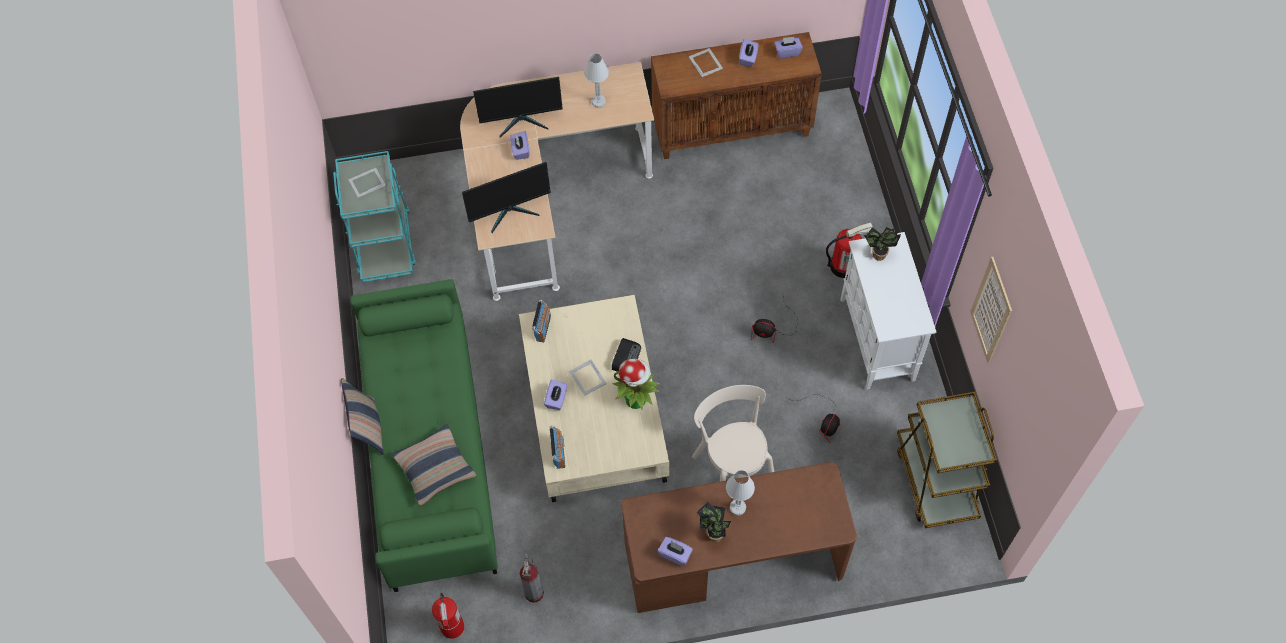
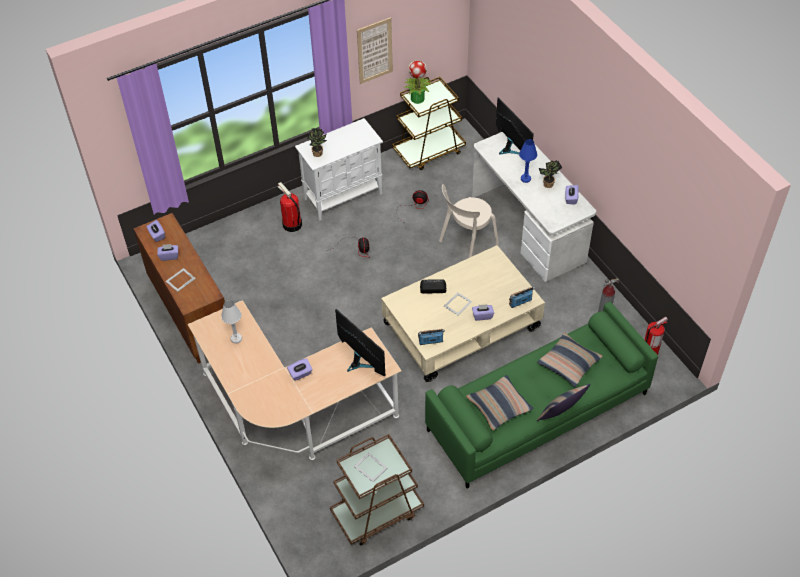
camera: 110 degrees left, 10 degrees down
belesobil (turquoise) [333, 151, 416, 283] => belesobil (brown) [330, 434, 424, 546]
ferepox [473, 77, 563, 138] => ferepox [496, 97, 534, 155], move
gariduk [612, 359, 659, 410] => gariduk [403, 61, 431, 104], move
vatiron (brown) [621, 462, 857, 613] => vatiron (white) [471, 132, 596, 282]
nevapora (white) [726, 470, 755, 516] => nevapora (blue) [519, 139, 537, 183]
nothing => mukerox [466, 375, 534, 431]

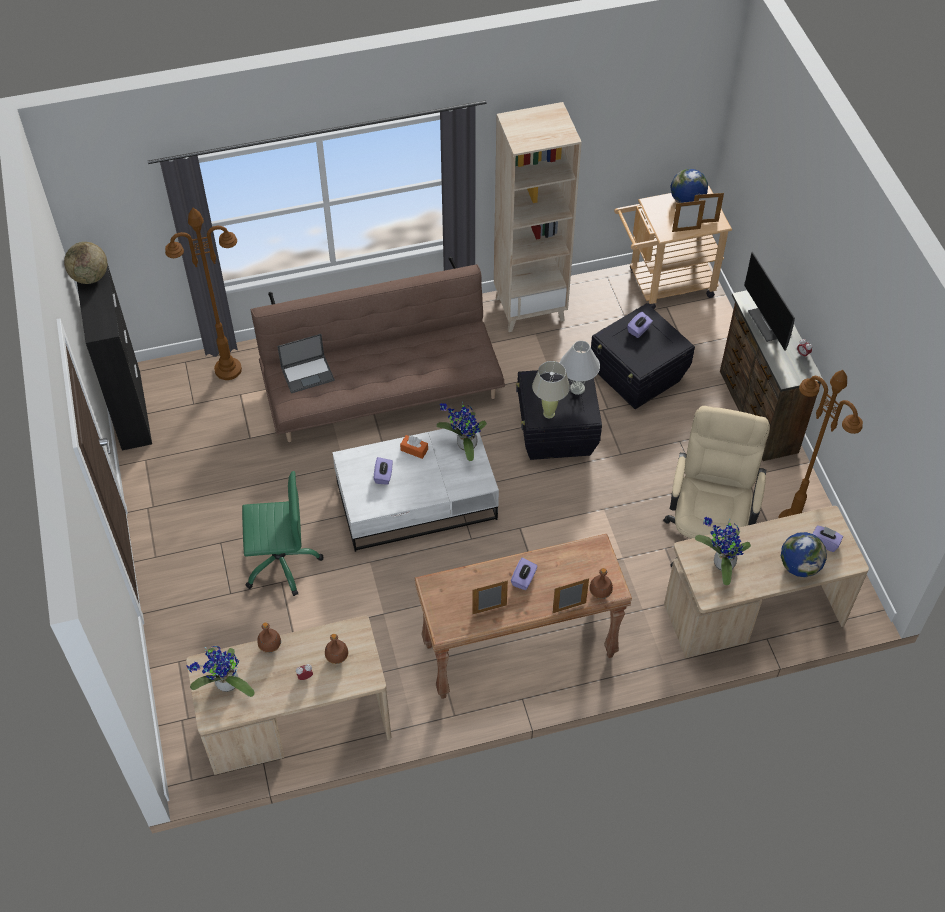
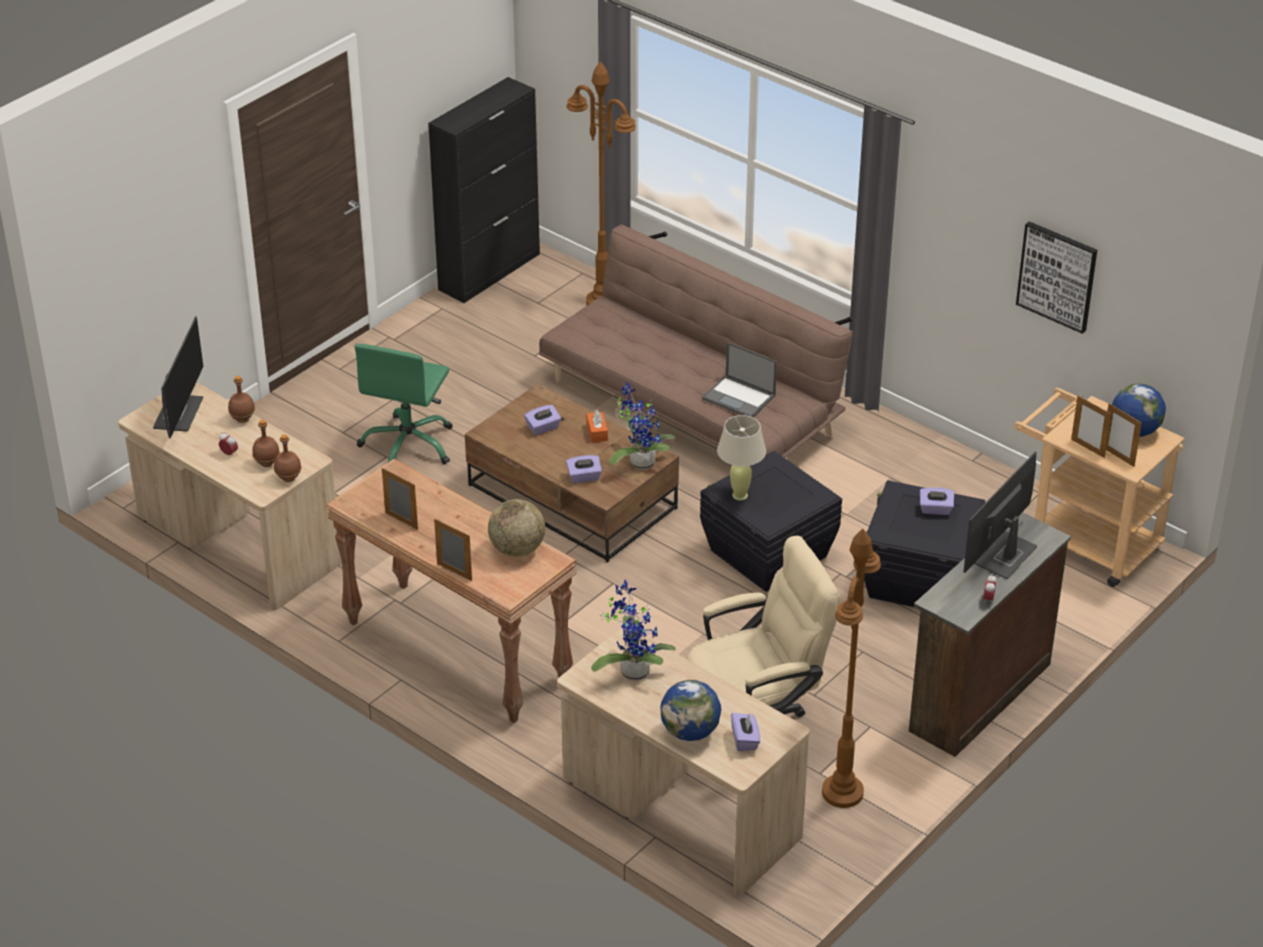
camera: 55 degrees right, 15 degrees down
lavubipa [64, 242, 107, 284] => lavubipa [488, 499, 545, 557], move
gariduk [187, 646, 255, 697] => ferepox [153, 316, 204, 439]
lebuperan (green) [242, 471, 324, 596] => lebuperan (green) [355, 344, 453, 465], 60 degrees clockwise
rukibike [277, 334, 335, 393] => rukibike [702, 342, 777, 417], move
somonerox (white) [332, 423, 499, 552] => somonerox (brown) [465, 384, 679, 563]
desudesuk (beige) [494, 102, 582, 332] => nothing
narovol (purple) [511, 558, 537, 590] => narovol (purple) [566, 455, 602, 483], move
nevapora (white) [560, 341, 600, 395] => nothing
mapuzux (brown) [589, 568, 613, 599] => mapuzux (brown) [274, 434, 301, 482], move
nothing => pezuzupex [1016, 221, 1097, 334]

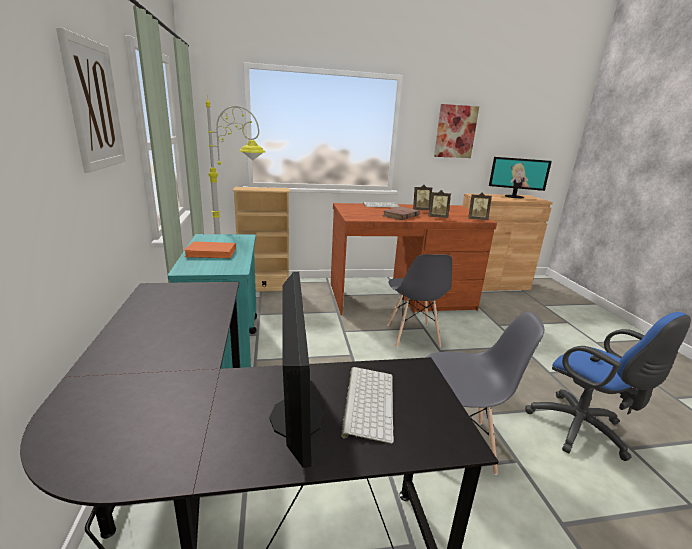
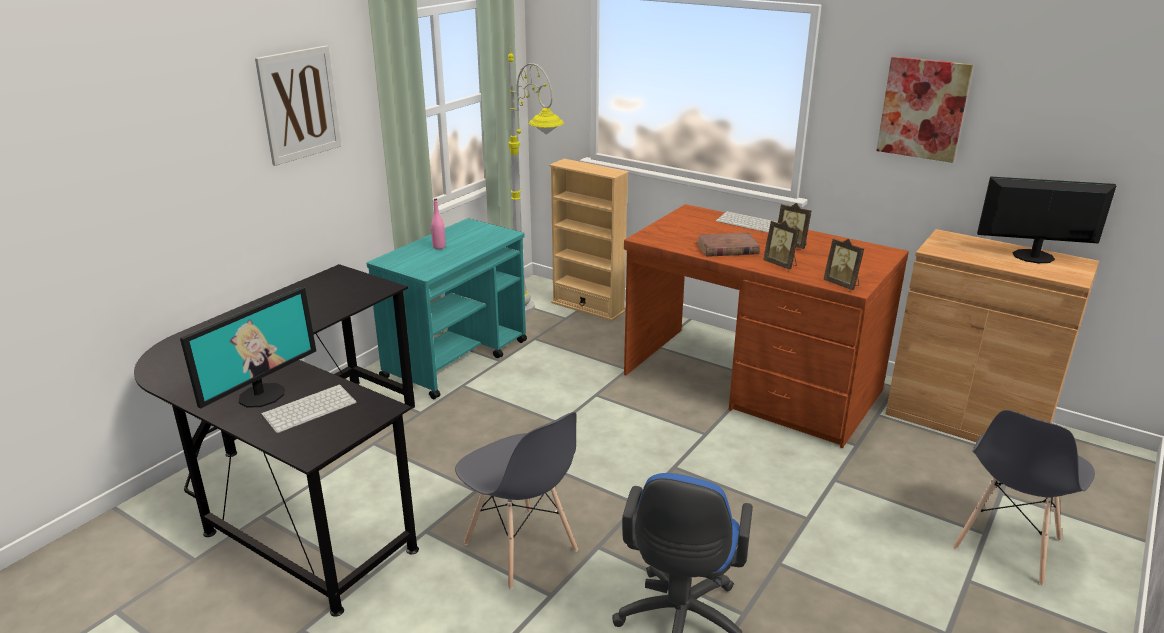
camera: 45 degrees right, 5 degrees up
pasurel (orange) [184, 241, 236, 258] => mapuzux (pink) [431, 199, 446, 249]
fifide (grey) [387, 254, 452, 348] => fifide (grey) [953, 410, 1095, 586], move
ferepox [489, 157, 552, 198] => ferepox [977, 177, 1117, 263], 135 degrees clockwise

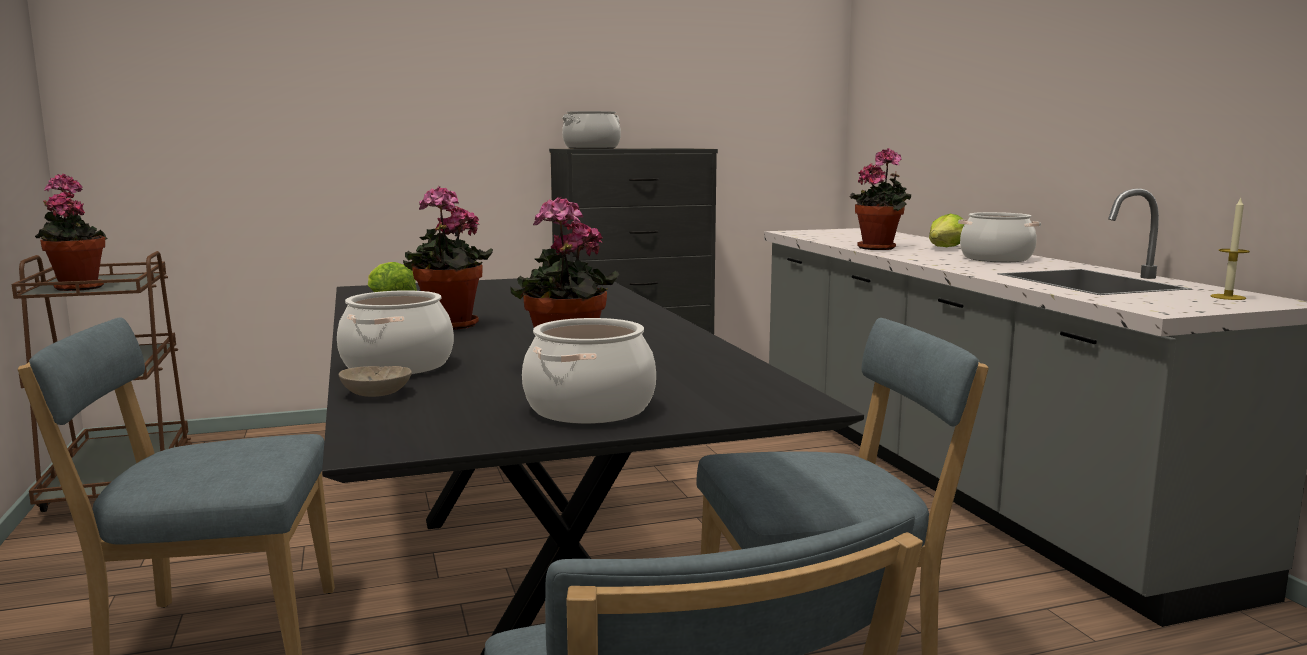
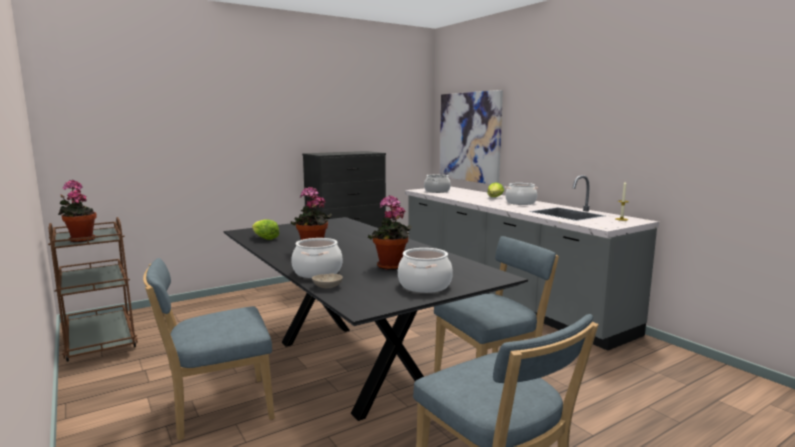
camera: 15 degrees left, 0 degrees up
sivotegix [562, 111, 621, 149] => sivotegix [424, 174, 451, 193], move
gariduk [850, 148, 911, 250] => nothing
nothing => pezuzupex [440, 90, 503, 184]

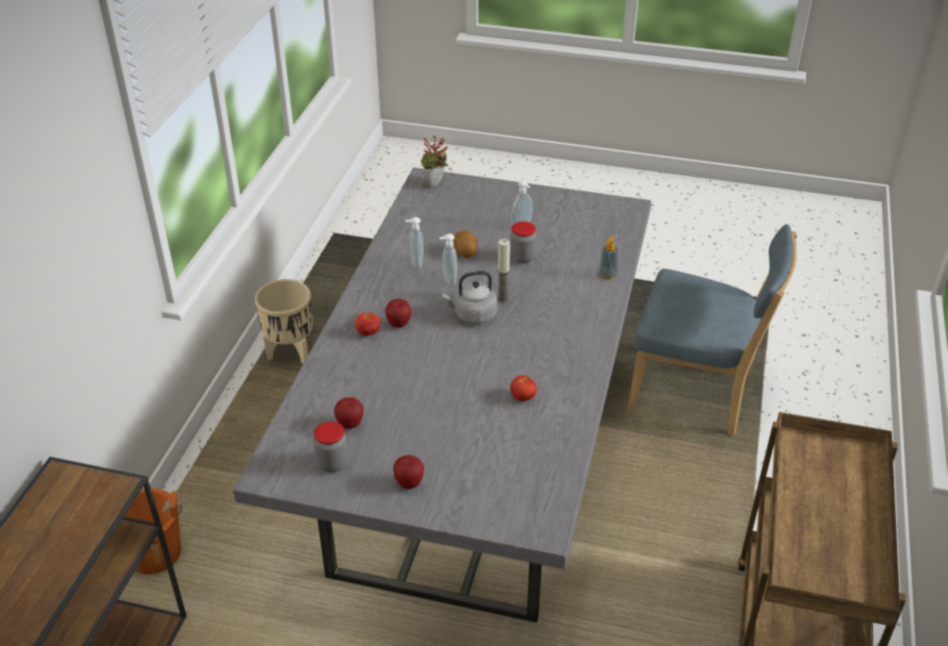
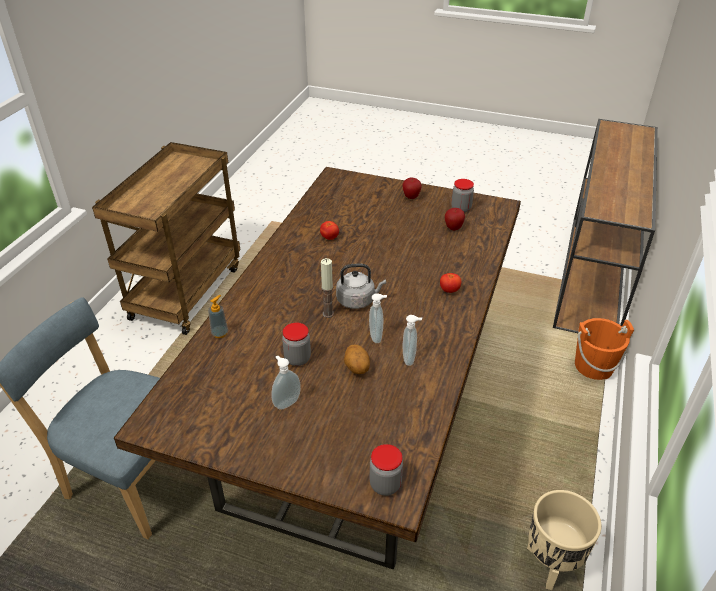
camera: 175 degrees left, 0 degrees up
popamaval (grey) [233, 168, 651, 623] => popamaval (brown) [114, 167, 521, 569]
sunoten [385, 299, 411, 328] => nothing
gariduk [421, 136, 448, 188] => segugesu [370, 444, 403, 496]

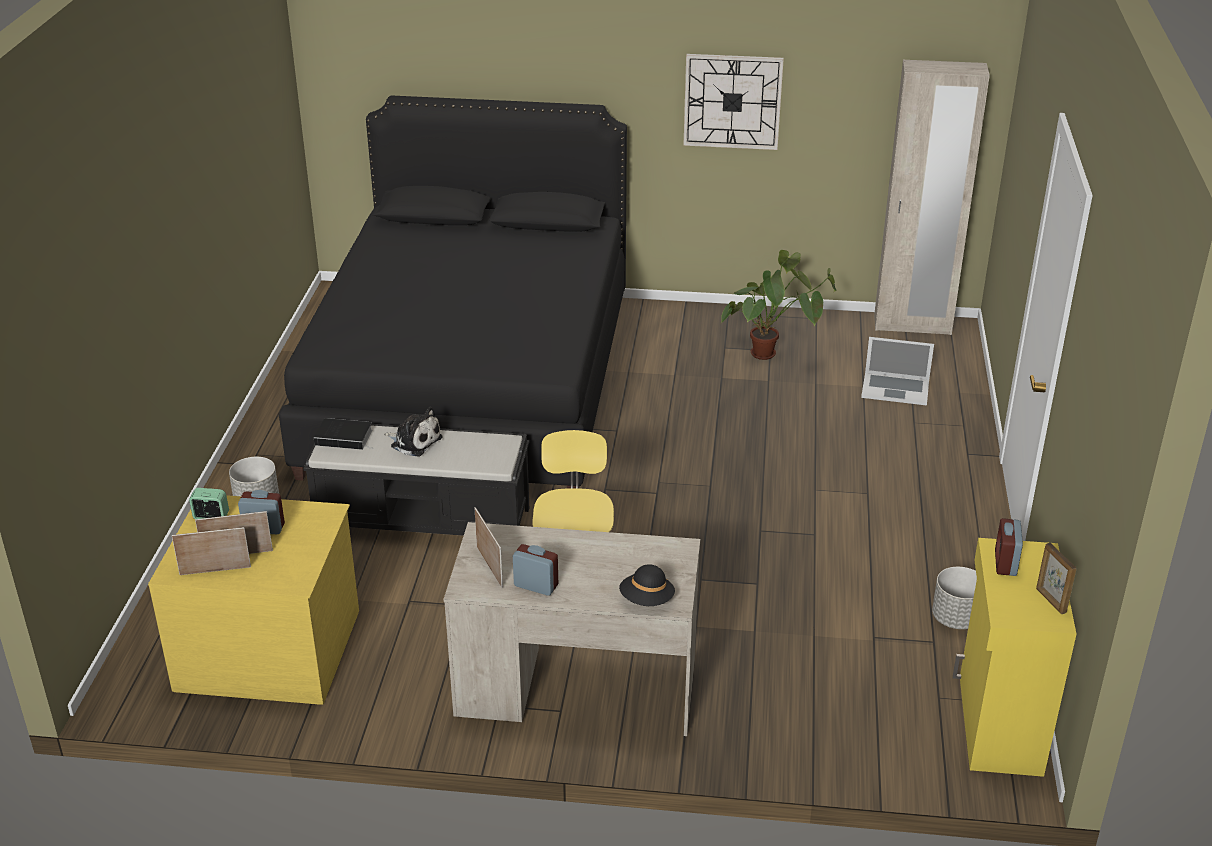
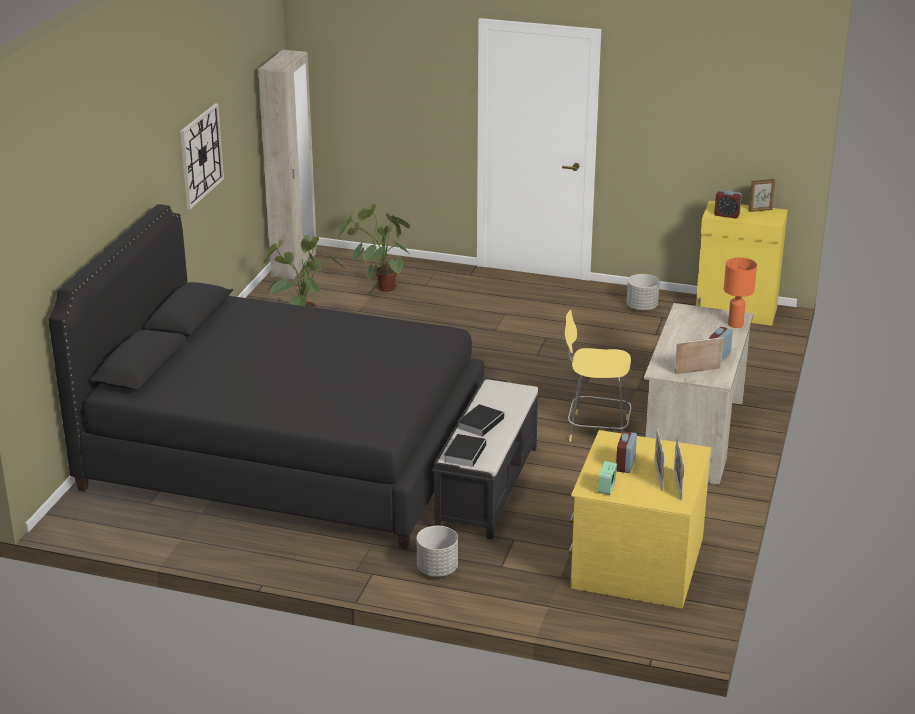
camera: 80 degrees left, 5 degrees down
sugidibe [384, 406, 443, 456] => pasurel [457, 404, 504, 437]
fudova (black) [619, 564, 675, 606] => nevapora (orange) [724, 257, 757, 328]
rukibike [861, 337, 934, 406] => gariduk [338, 204, 411, 292]

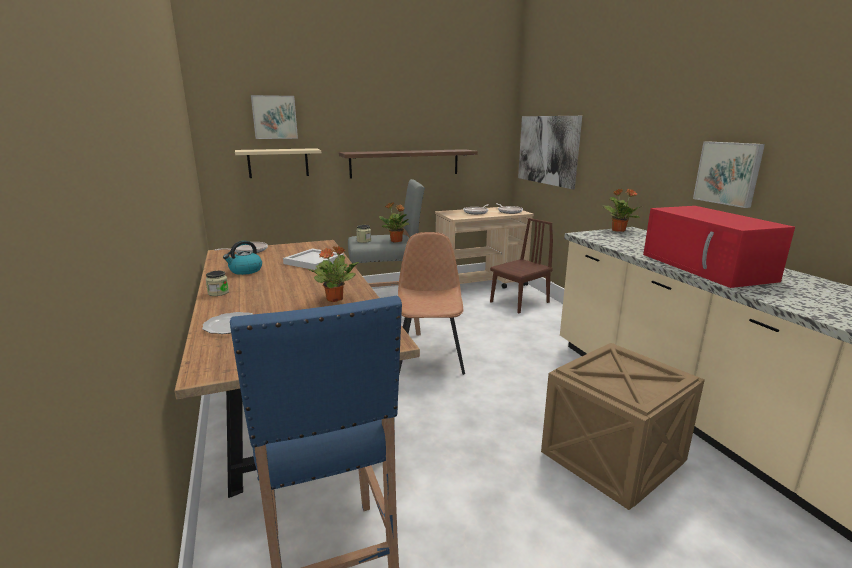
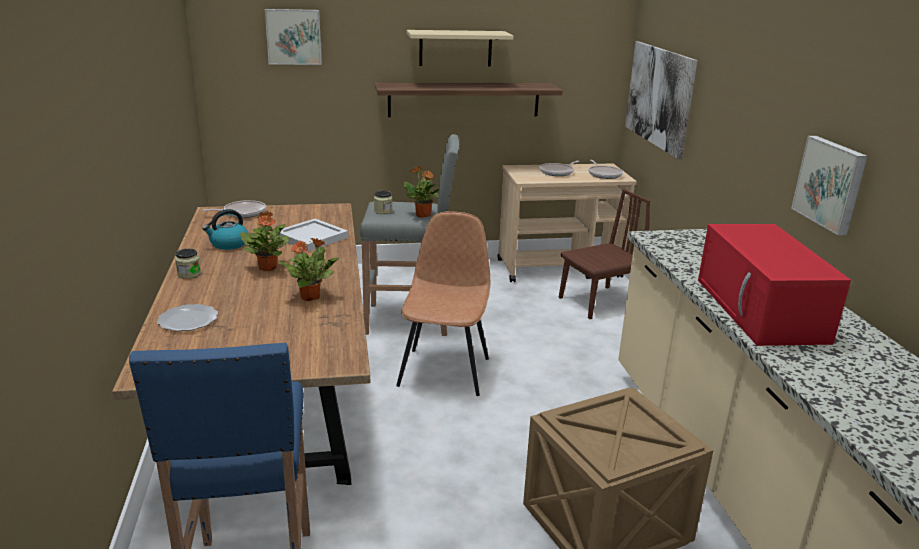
camera: 10 degrees right, 5 degrees up
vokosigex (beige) [235, 148, 321, 178] => vokosigex (beige) [407, 30, 513, 66], move
gariduk [602, 188, 642, 232] => gariduk [240, 211, 289, 271], move

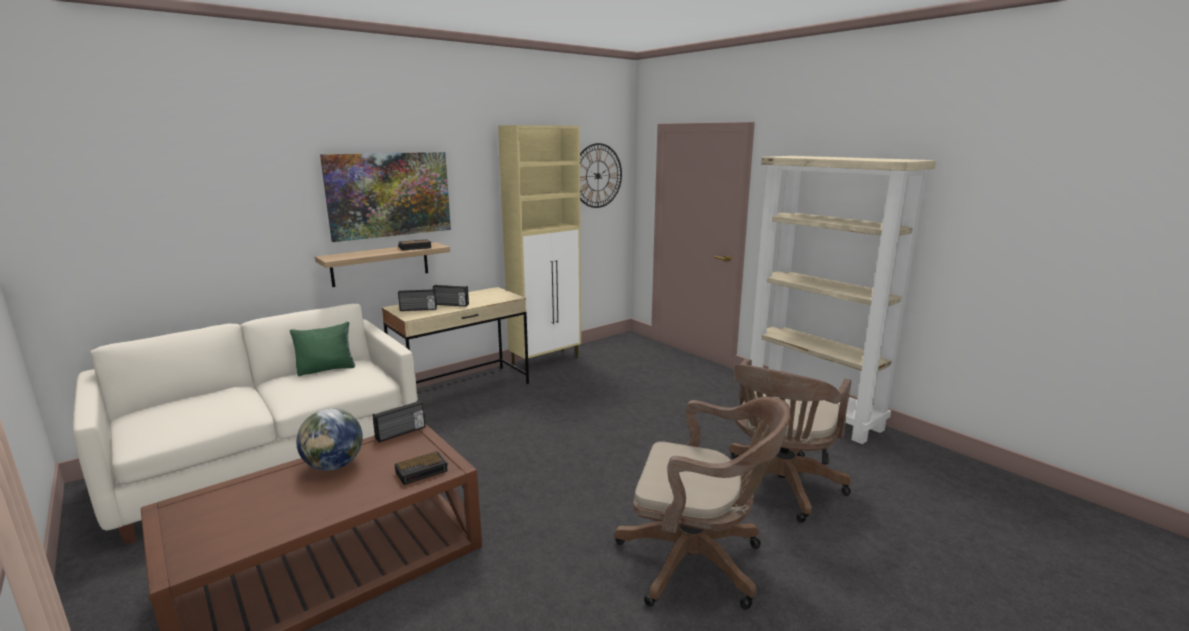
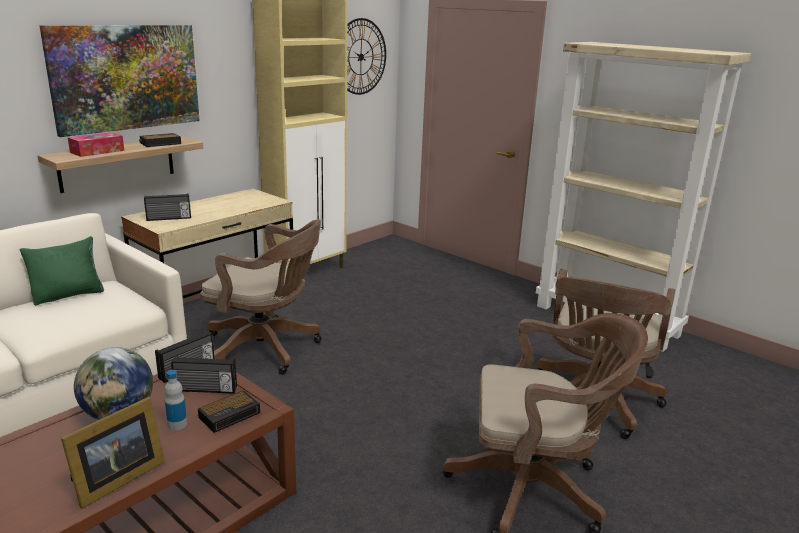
camera: 10 degrees left, 5 degrees up
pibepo [433, 285, 469, 307] => pibepo [171, 356, 237, 394], move
nothing => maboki [61, 397, 165, 509]
nothing => narovol [68, 132, 124, 157]
nothing => mapuzux [165, 370, 187, 430]
nothing => lebuperan (brown) [200, 220, 322, 375]

